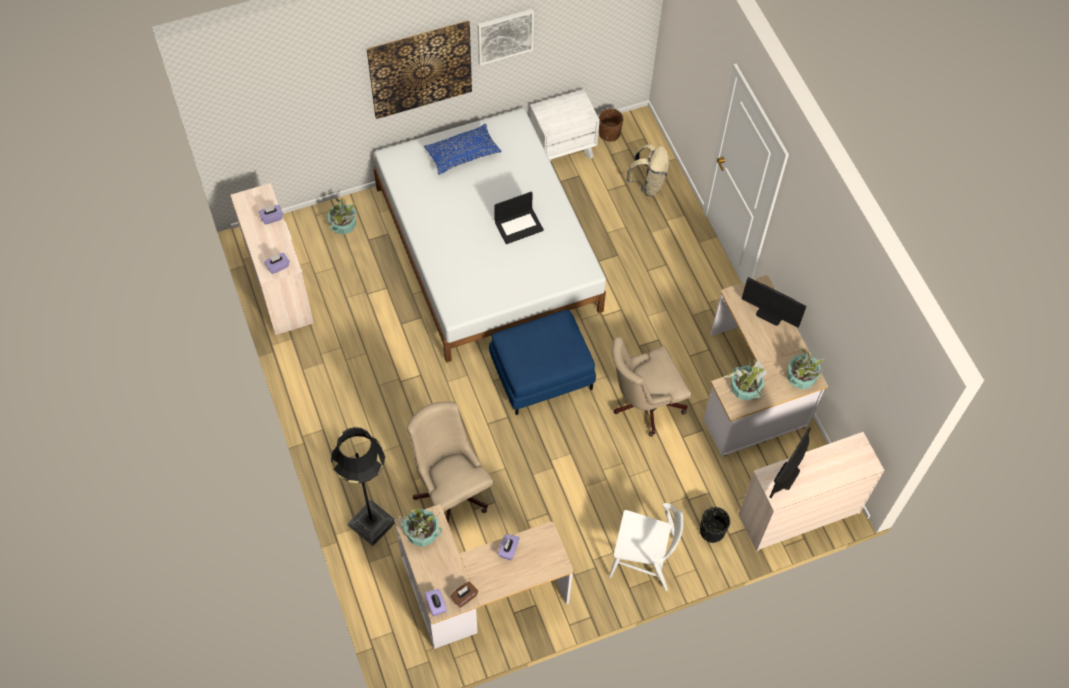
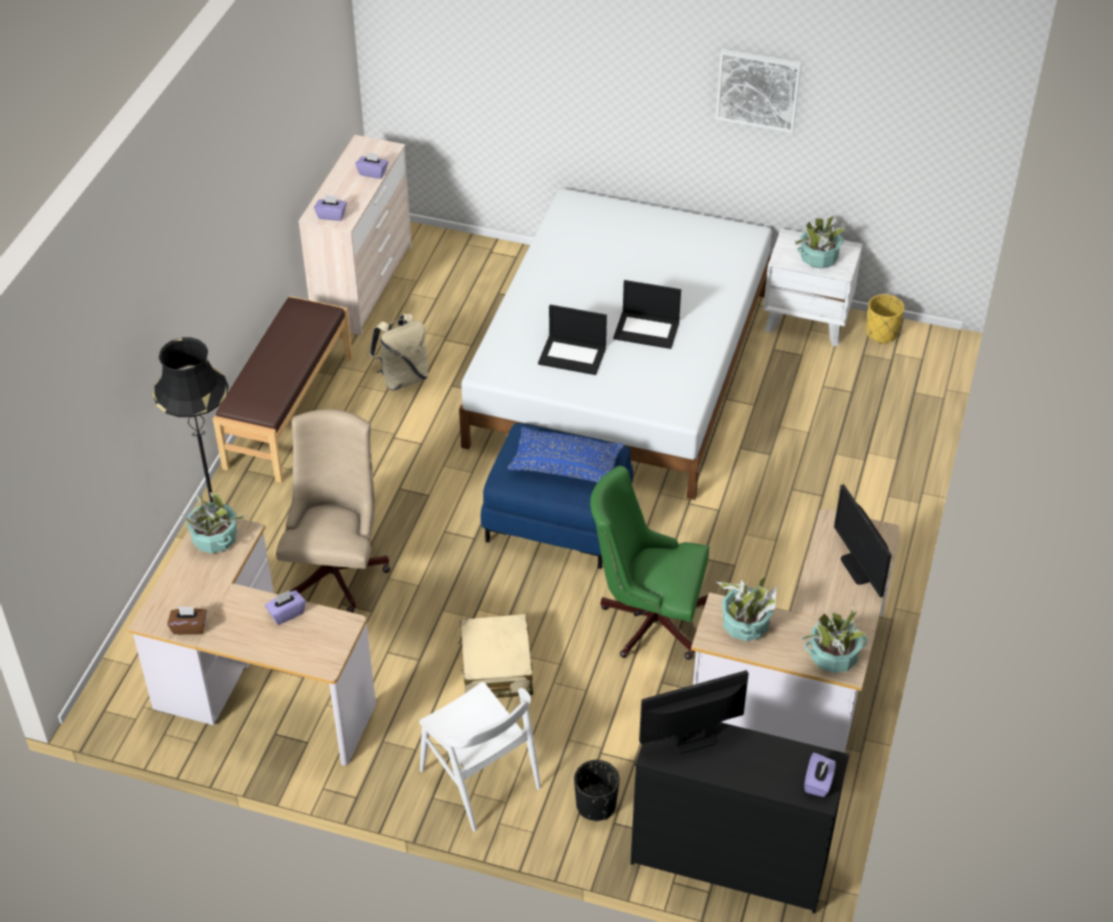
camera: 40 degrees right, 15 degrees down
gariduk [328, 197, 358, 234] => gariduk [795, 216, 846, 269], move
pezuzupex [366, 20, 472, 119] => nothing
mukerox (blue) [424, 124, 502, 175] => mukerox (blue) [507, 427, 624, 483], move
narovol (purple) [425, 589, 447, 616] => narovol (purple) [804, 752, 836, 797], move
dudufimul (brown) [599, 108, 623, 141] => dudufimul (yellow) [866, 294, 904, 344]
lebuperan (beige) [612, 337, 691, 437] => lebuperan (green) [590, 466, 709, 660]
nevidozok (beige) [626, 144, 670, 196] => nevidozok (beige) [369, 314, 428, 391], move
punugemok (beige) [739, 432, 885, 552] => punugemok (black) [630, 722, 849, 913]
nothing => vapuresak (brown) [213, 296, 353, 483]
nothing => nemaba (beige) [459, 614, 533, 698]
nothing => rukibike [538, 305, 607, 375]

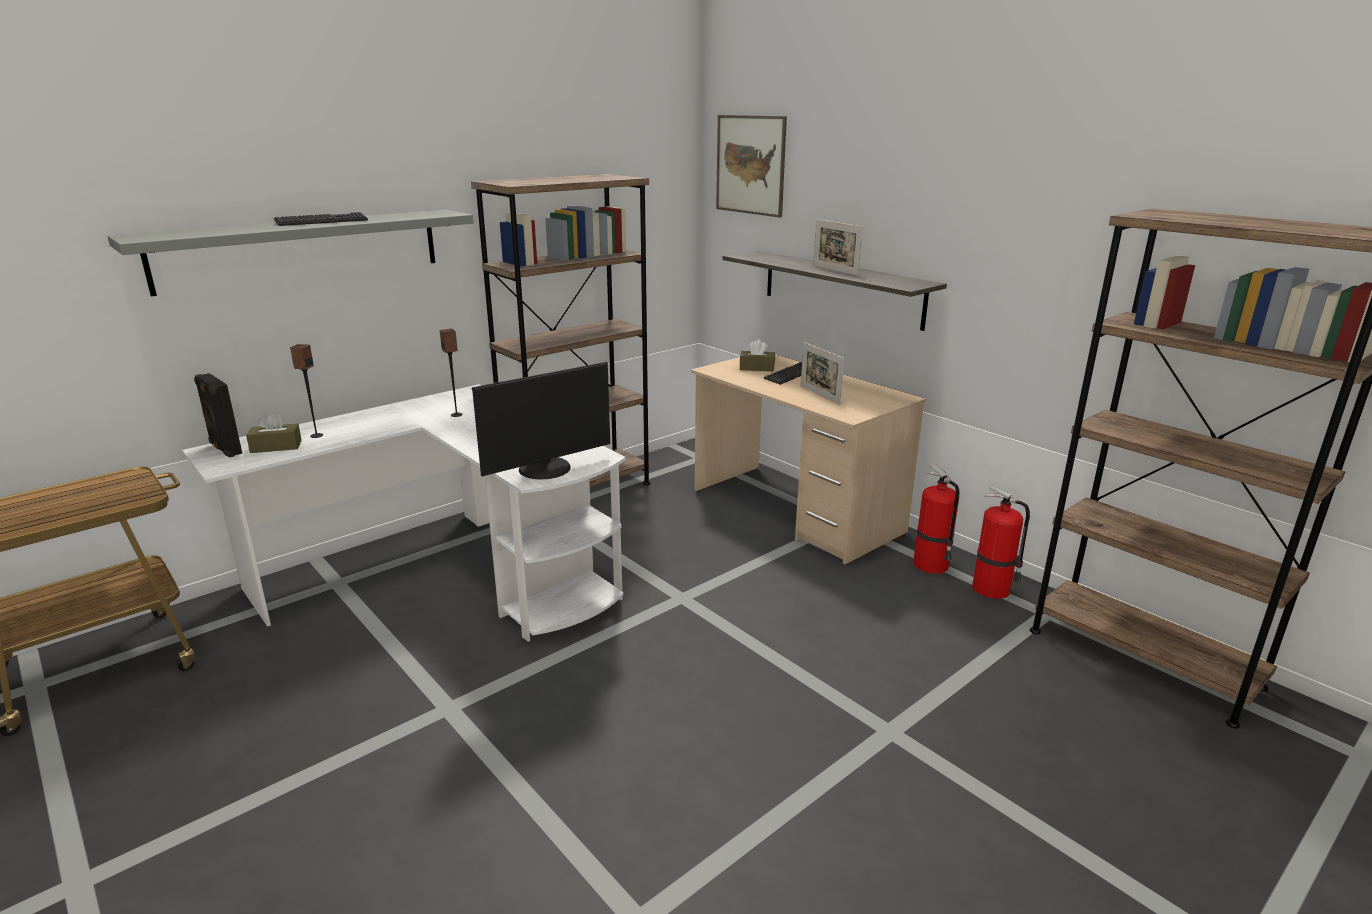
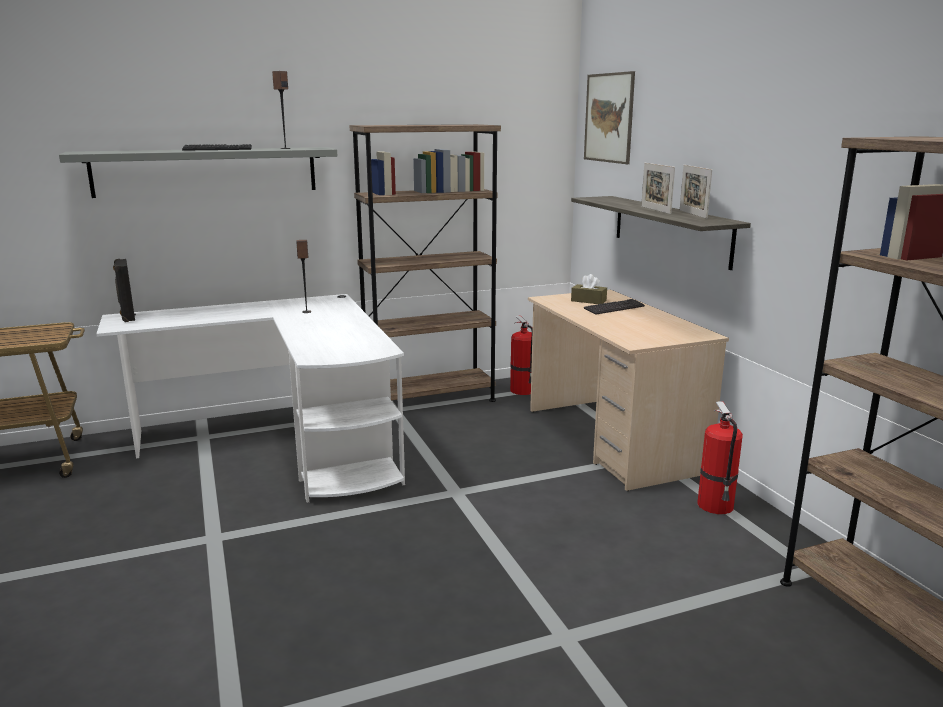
camera: 20 degrees right, 5 degrees down
narovol (brown) [246, 412, 302, 453] => nothing
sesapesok [290, 344, 323, 438] => sesapesok [272, 71, 290, 149], move
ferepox [472, 362, 610, 480] => nothing
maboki [801, 342, 844, 405] => maboki [680, 165, 712, 219], move
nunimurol [972, 485, 1030, 599] => nunimurol [510, 316, 533, 395], move

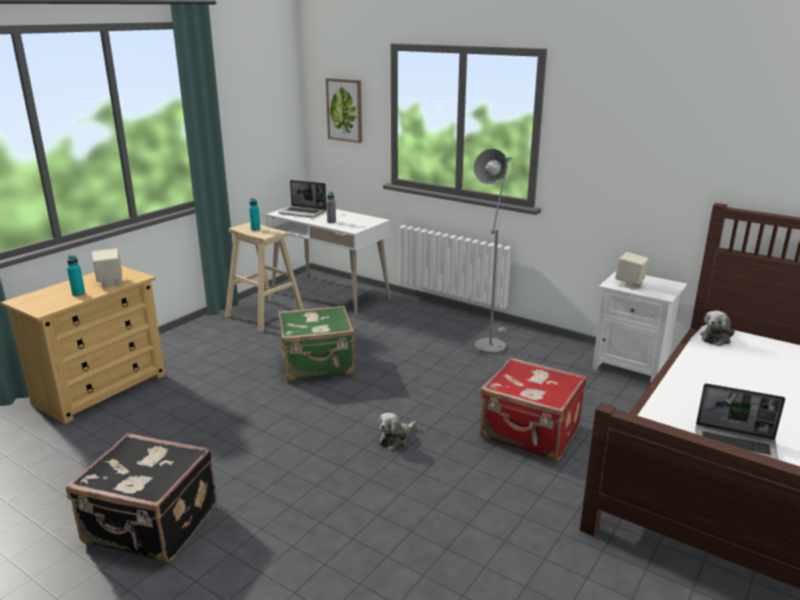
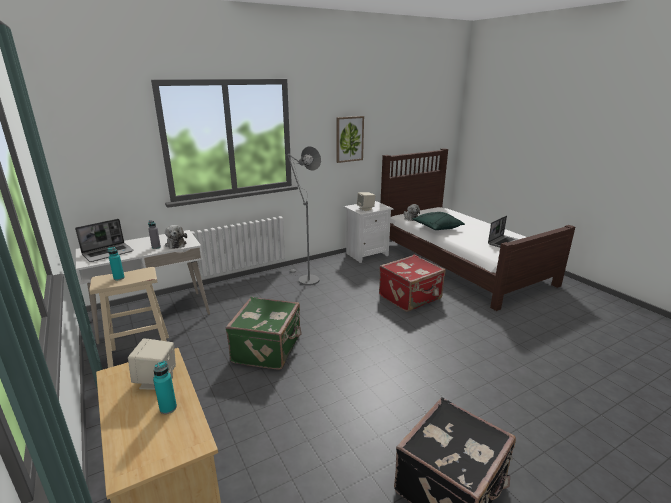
camera: 65 degrees left, 0 degrees up
pezuzupex [326, 78, 362, 143] => pezuzupex [336, 116, 364, 163], move
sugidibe [378, 413, 416, 451] => sugidibe [165, 225, 187, 249], move
nothing => mukerox (green) [412, 212, 465, 230]

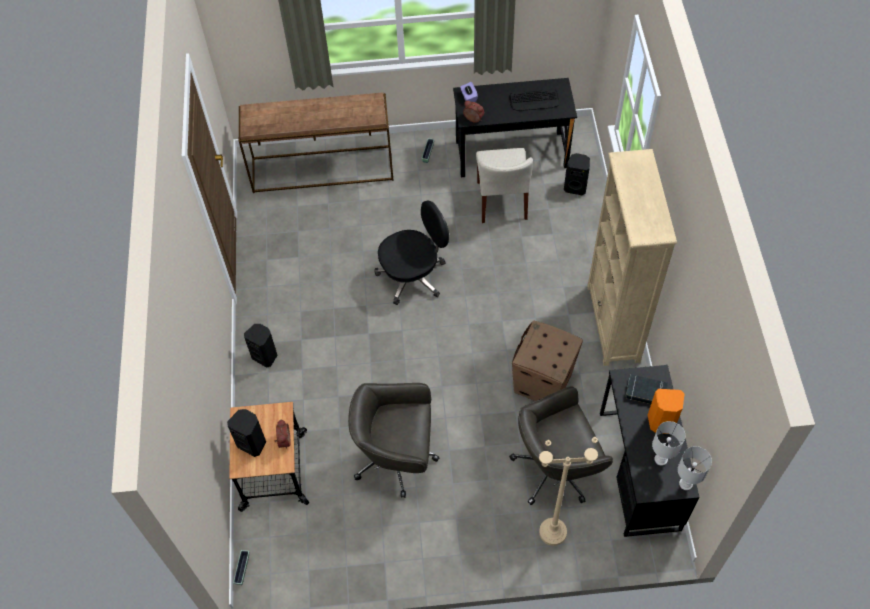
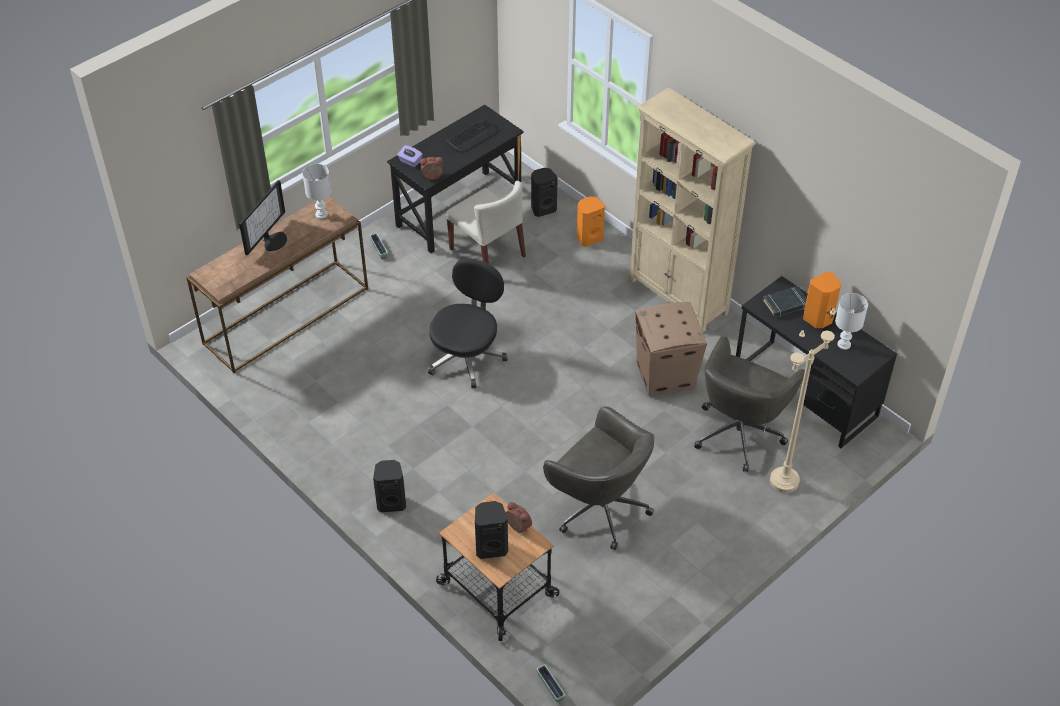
camera: 40 degrees left, 10 degrees down
lebuperan (grey) [348, 383, 439, 498] => lebuperan (grey) [543, 406, 654, 550], 105 degrees counterclockwise
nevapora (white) [678, 446, 712, 490] => nevapora (white) [303, 164, 331, 219], move
nothing => ferepox [239, 180, 287, 255]
nothing => sesapesok (orange) [577, 197, 605, 247]

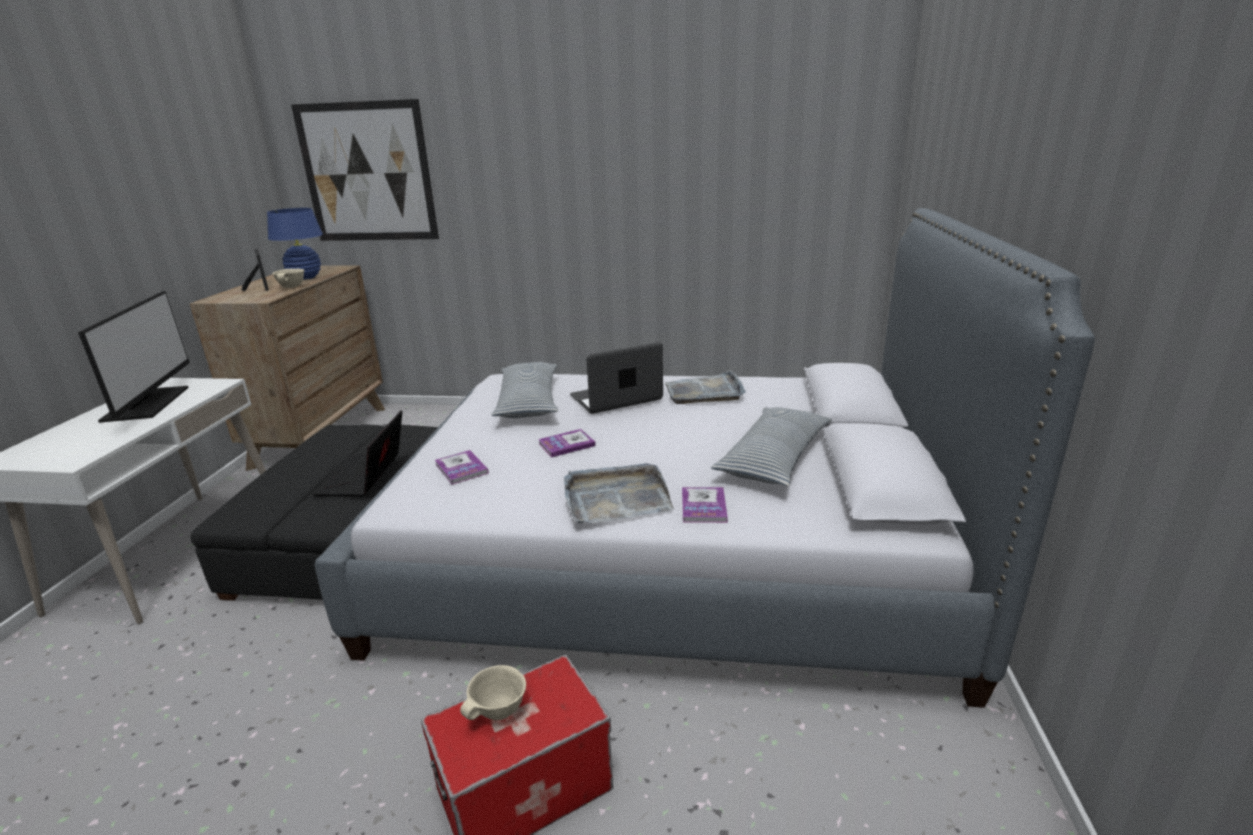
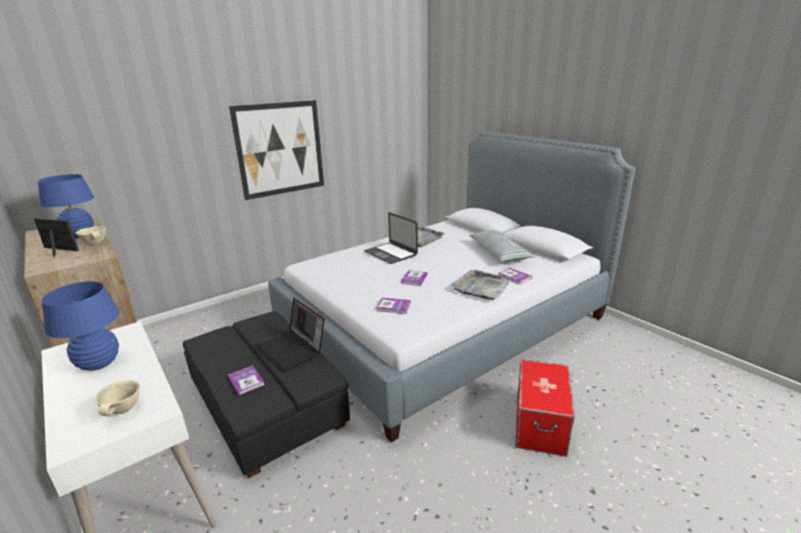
camera: 45 degrees left, 0 degrees up
ferepox [78, 291, 190, 423] => nevapora (blue) [41, 281, 120, 371]
pezuzupex [291, 99, 439, 241] => pezuzupex [229, 100, 324, 200], move
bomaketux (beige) [460, 665, 526, 720] => bomaketux (beige) [95, 380, 140, 416], move
mukerox [492, 362, 558, 418] => nothing
rukibike [570, 342, 663, 414] => rukibike [364, 212, 418, 264], 60 degrees counterclockwise
nothing => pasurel [228, 365, 264, 395]

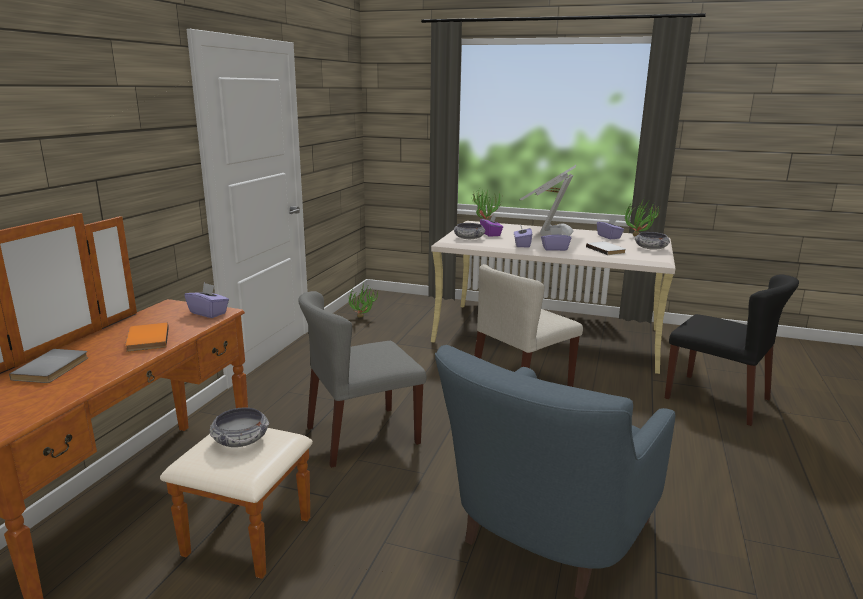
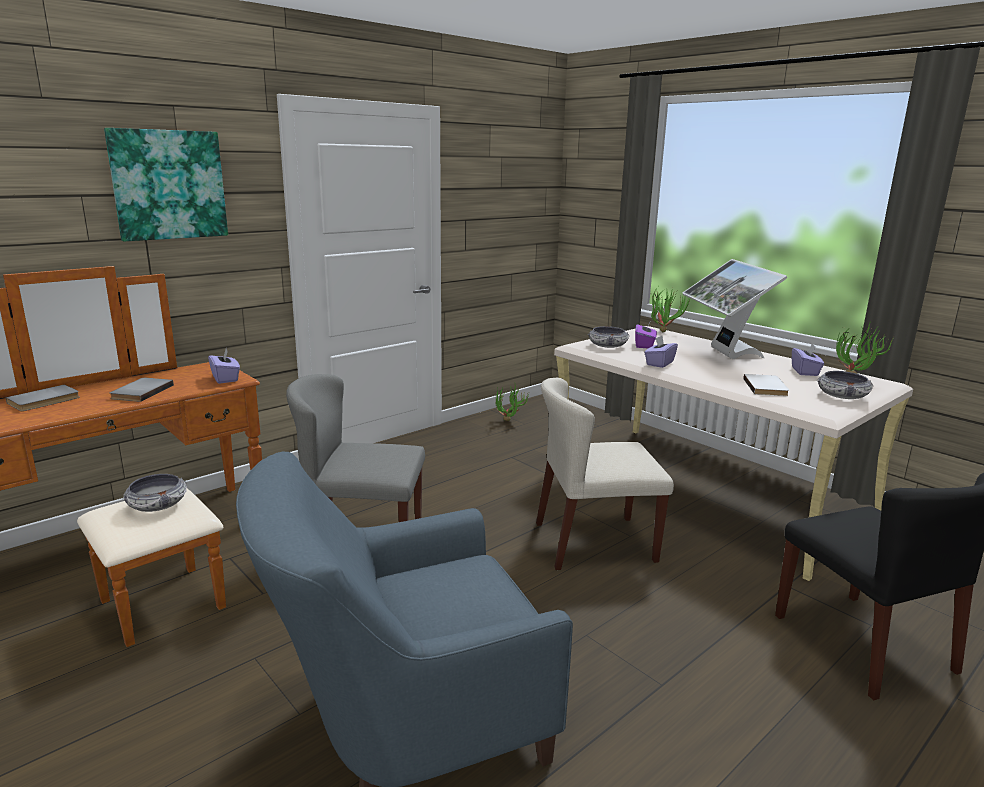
camera: 30 degrees right, 0 degrees up
pasurel (orange) [125, 323, 169, 352] => pasurel (grey) [110, 378, 174, 402]
ferepox [519, 165, 577, 236] => ferepox [682, 259, 787, 359], 60 degrees counterclockwise
narovol (purple) [541, 228, 571, 251] => nothing
nothing => pezuzupex [104, 128, 228, 241]

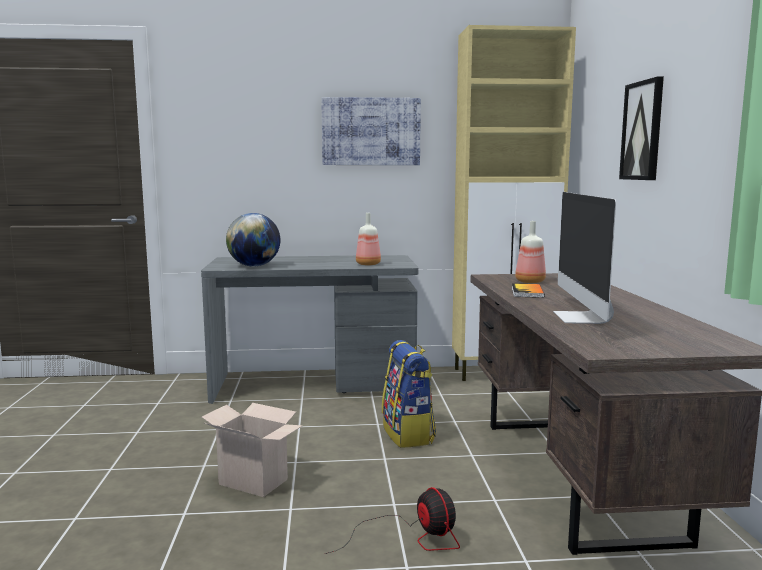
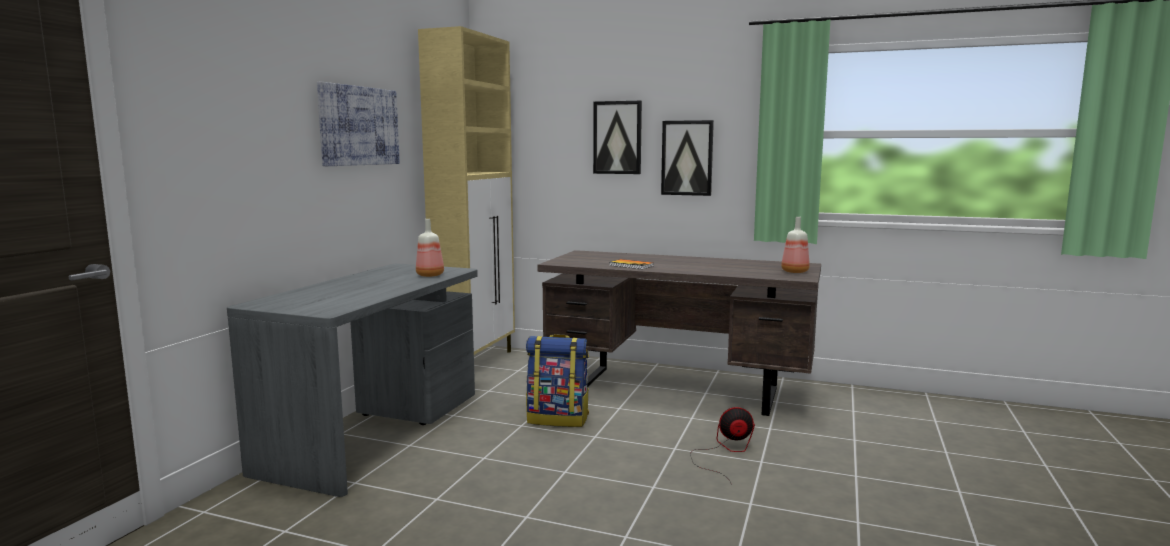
camera: 65 degrees left, 0 degrees up
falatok [202, 403, 303, 497] => nothing
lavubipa [226, 213, 280, 267] => nothing
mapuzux [515, 221, 546, 283] => mapuzux [781, 217, 810, 273], move
ferepox [553, 192, 616, 324] => nothing
nothing => pezuzupex [661, 120, 714, 196]

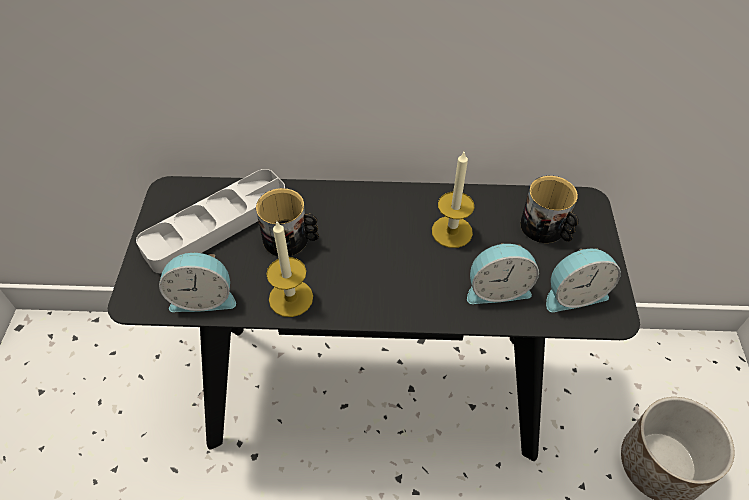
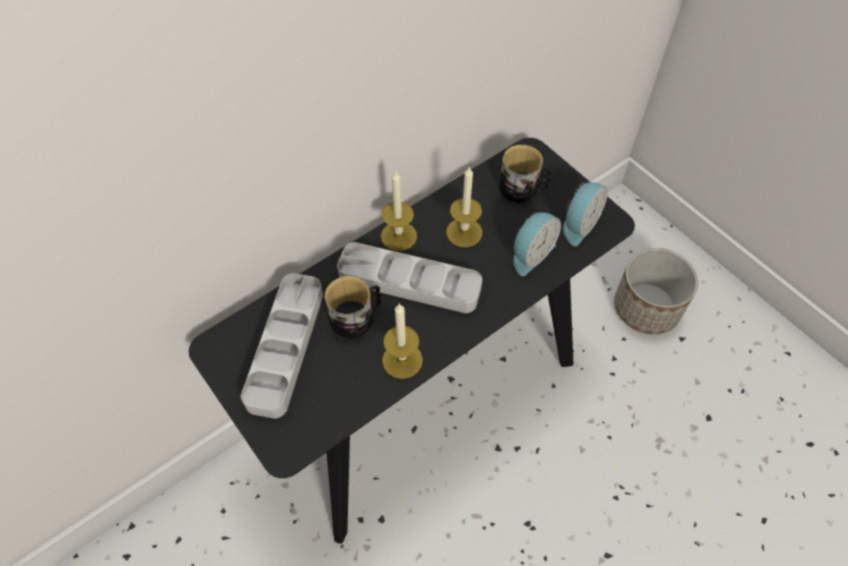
camera: 40 degrees left, 5 degrees up
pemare [159, 252, 236, 312] => nothing
nothing => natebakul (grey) [337, 242, 482, 313]
nothing => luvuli [381, 170, 417, 251]

